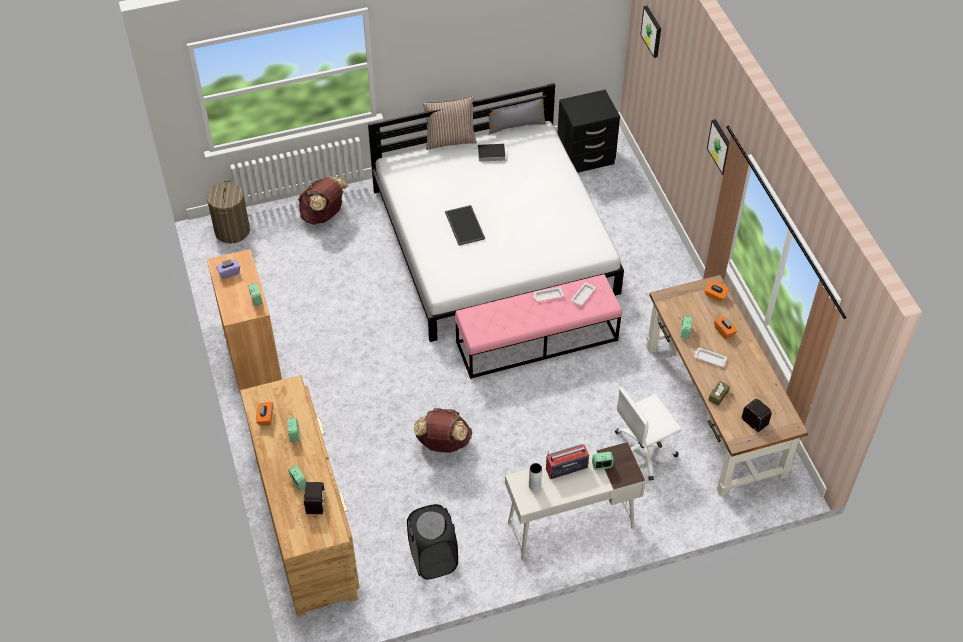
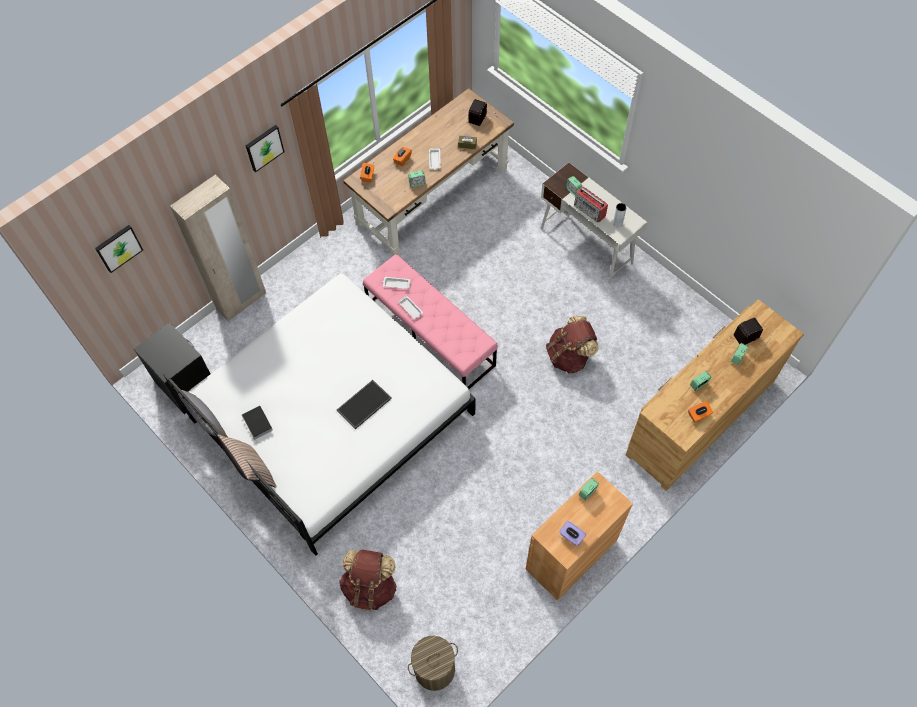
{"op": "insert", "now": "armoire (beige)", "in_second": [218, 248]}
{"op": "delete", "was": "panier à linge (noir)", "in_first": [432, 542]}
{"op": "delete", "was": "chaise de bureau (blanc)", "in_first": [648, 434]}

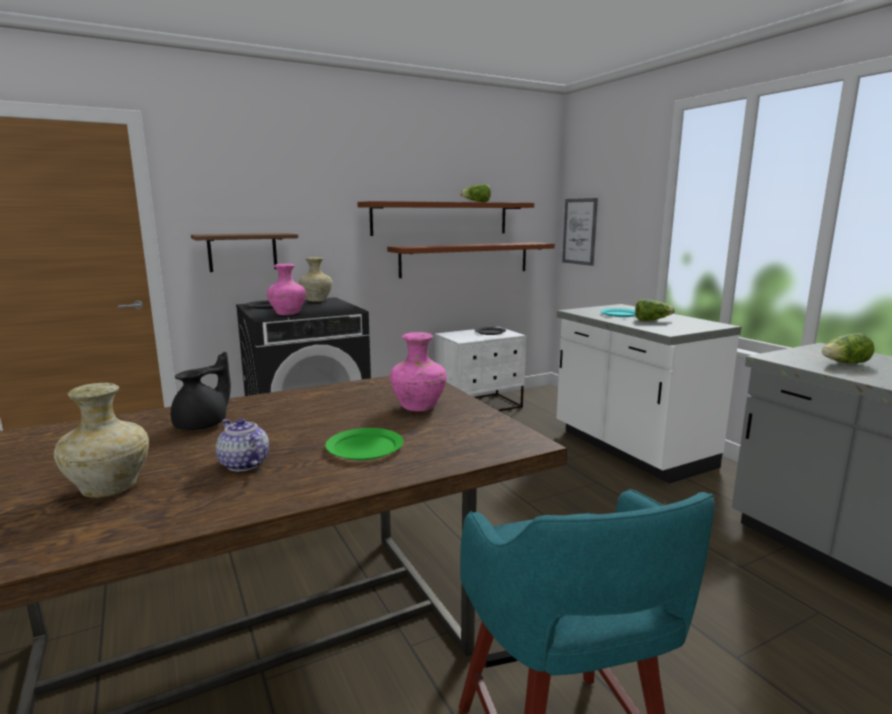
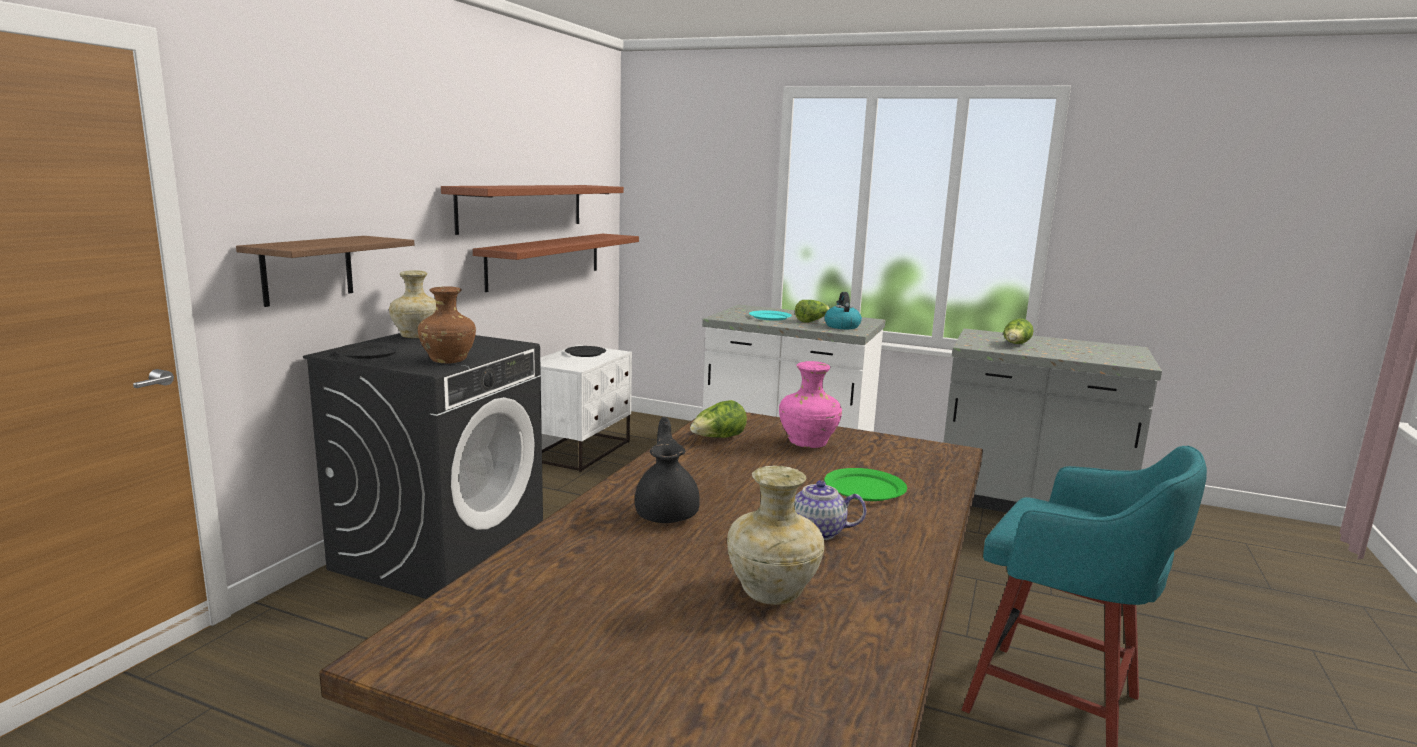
{"op": "recolor", "was": "vase (rose)", "now": "vase (marron)", "in_first": [286, 289], "in_second": [447, 325]}
{"op": "move", "was": "laitue", "in_first": [475, 193], "in_second": [718, 419]}
{"op": "insert", "now": "bouilloire", "in_second": [843, 310]}
{"op": "delete", "was": "tableau", "in_first": [580, 232]}

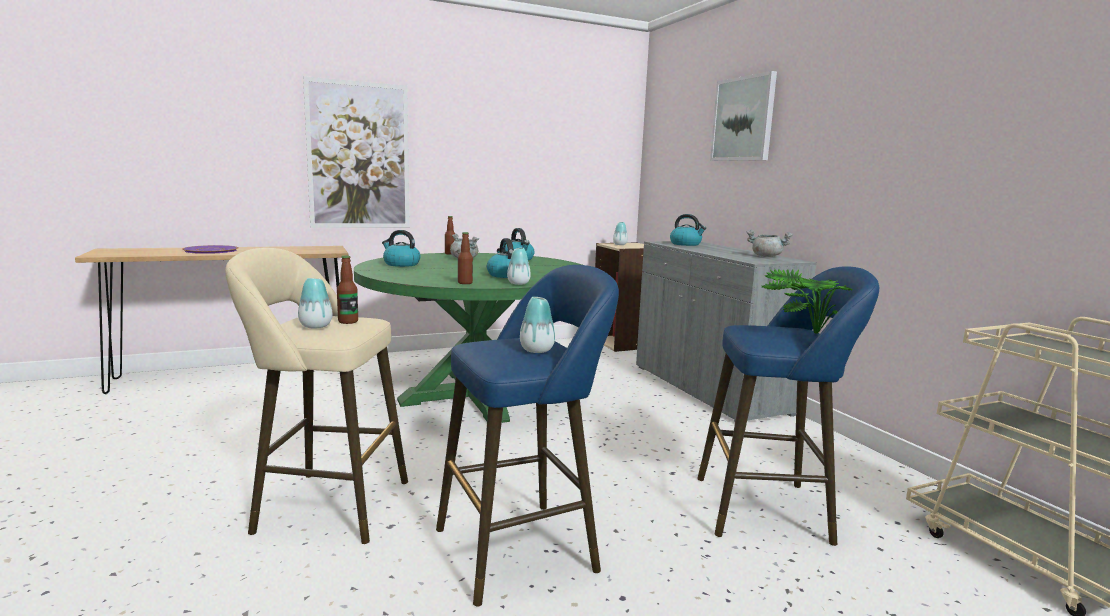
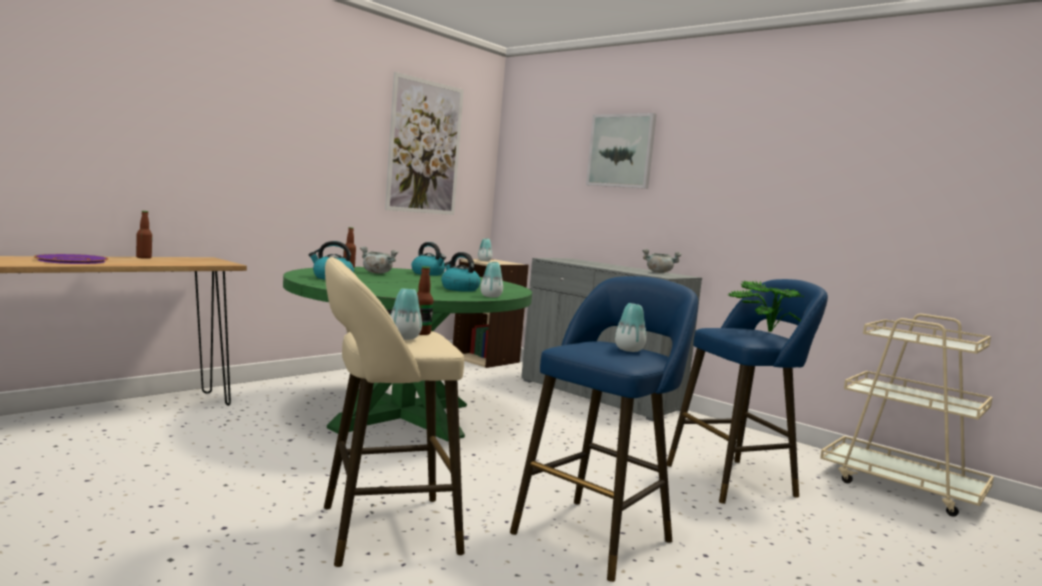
{"op": "move", "was": "bouteille", "in_first": [465, 258], "in_second": [144, 235]}
{"op": "move", "was": "tableau", "in_first": [356, 152], "in_second": [424, 143]}
{"op": "delete", "was": "bouilloire", "in_first": [688, 230]}

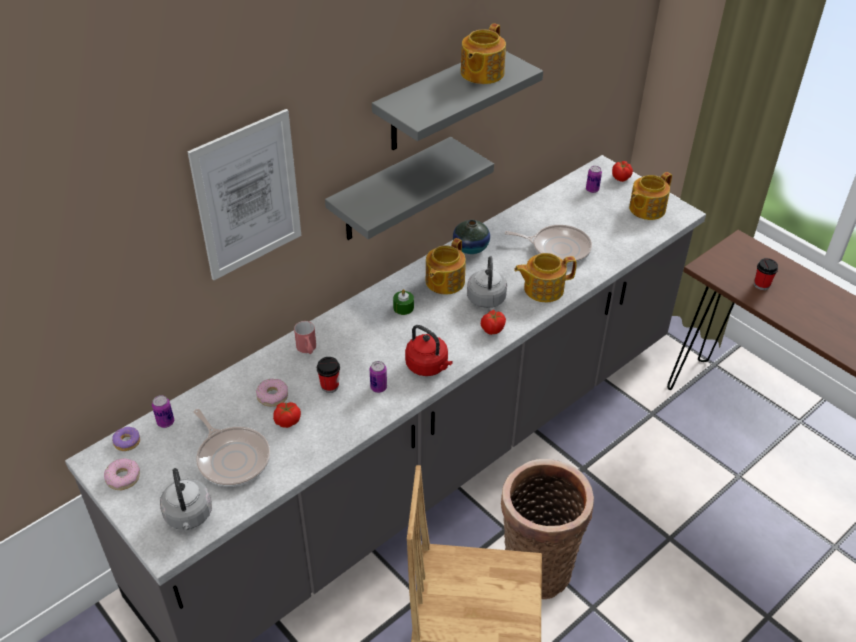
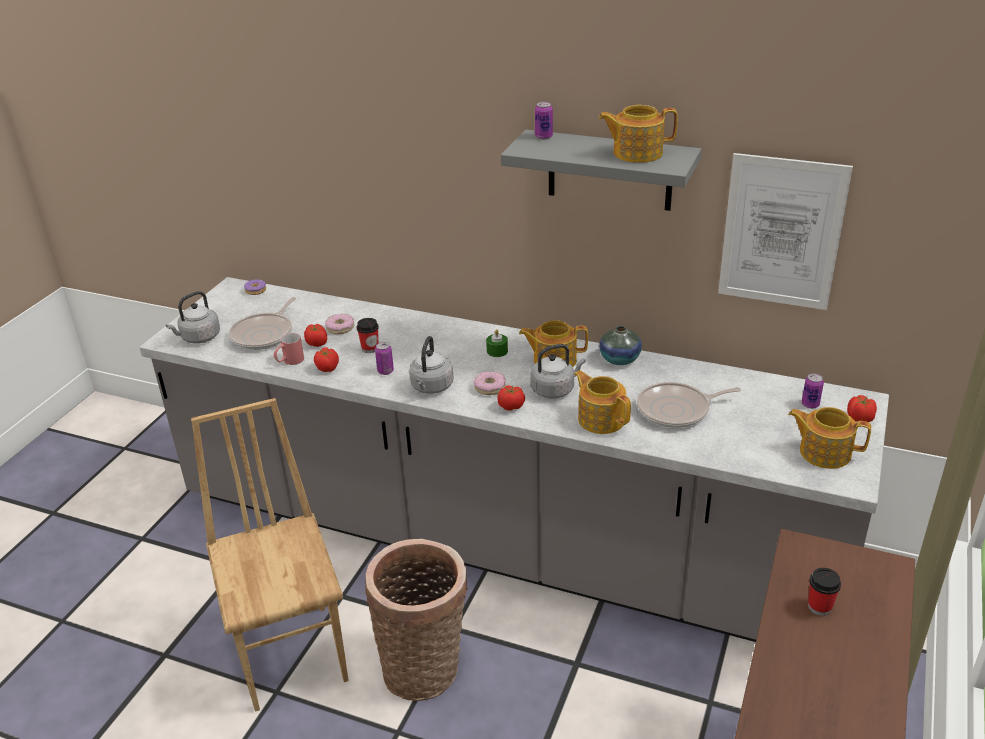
{"op": "move", "was": "mug (rouge)", "in_first": [305, 337], "in_second": [289, 349]}
{"op": "insert", "now": "tomate", "in_second": [326, 359]}
{"op": "recolor", "was": "bouilloire (rouge)", "now": "bouilloire (gris)", "in_first": [429, 350], "in_second": [431, 365]}
{"op": "move", "was": "beignet", "in_first": [122, 474], "in_second": [490, 383]}
{"op": "move", "was": "boîte métallique", "in_first": [163, 411], "in_second": [544, 120]}
{"op": "rotate", "was": "poêle", "in_first": [548, 245], "in_second": [689, 405], "clockwise": 90}
{"op": "move", "was": "tableau", "in_first": [244, 194], "in_second": [785, 231]}
{"op": "delete", "was": "étagère (gris)", "in_first": [409, 188]}

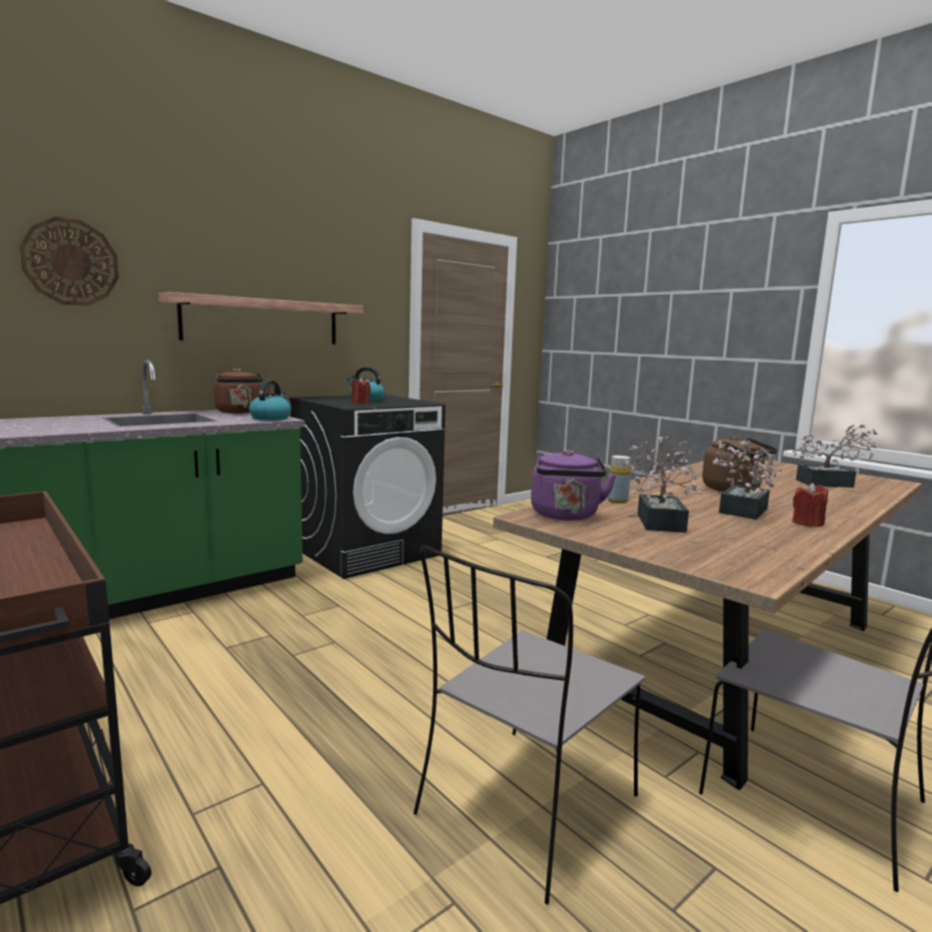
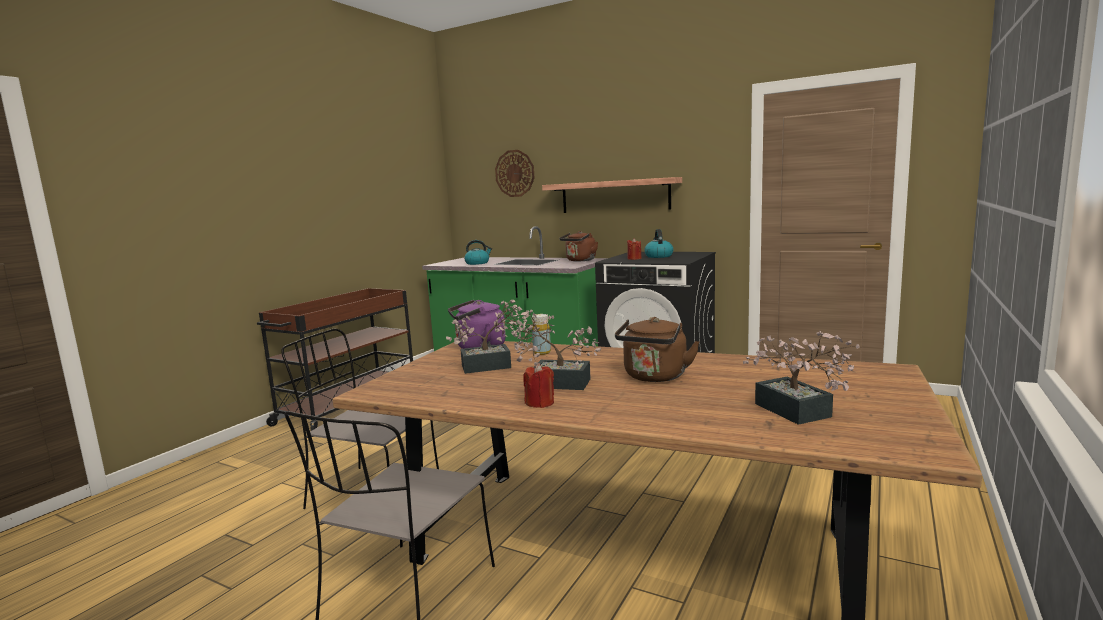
{"op": "move", "was": "bouilloire", "in_first": [270, 400], "in_second": [478, 252]}

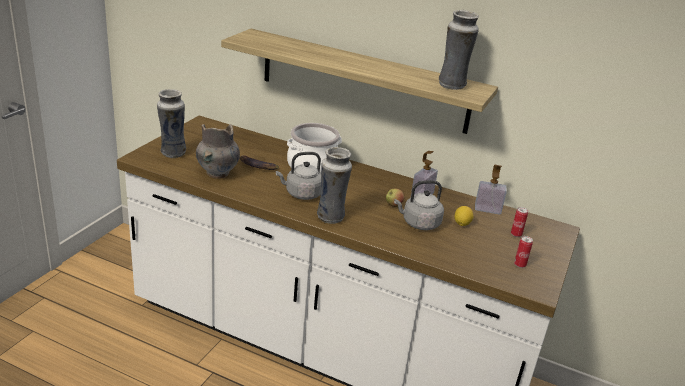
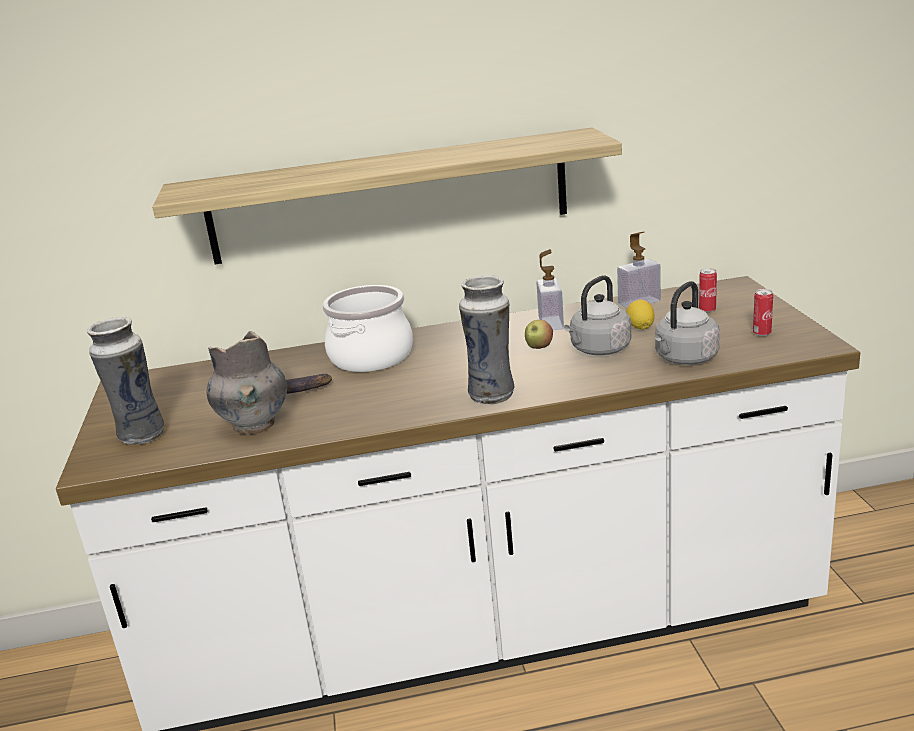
{"op": "move", "was": "bouilloire (gris)", "in_first": [298, 176], "in_second": [687, 323]}
{"op": "delete", "was": "vase", "in_first": [459, 50]}

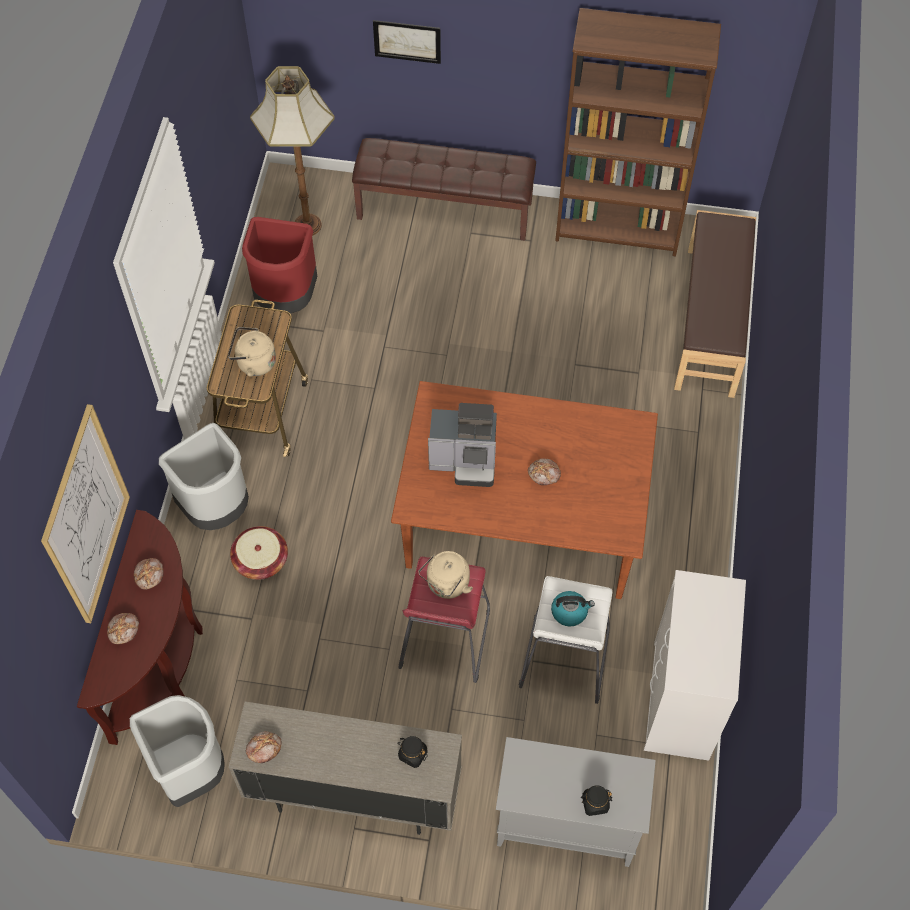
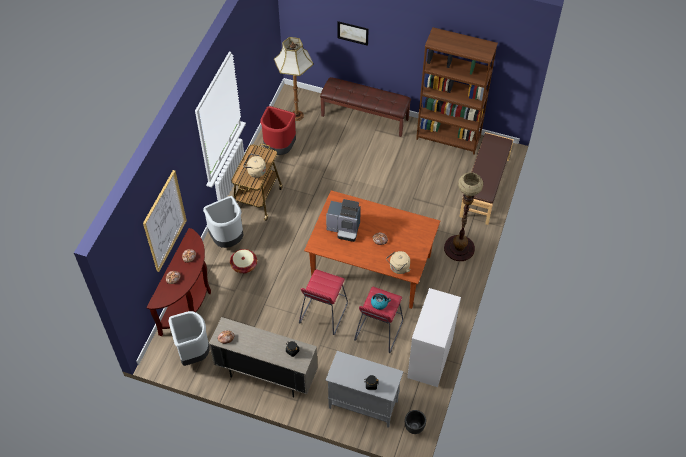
{"op": "recolor", "was": "tabouret (blanc)", "now": "tabouret (rouge)", "in_first": [565, 640], "in_second": [378, 320]}
{"op": "move", "was": "bouilloire (beige)", "in_first": [445, 575], "in_second": [398, 262]}
{"op": "insert", "now": "cache-pot (noir)", "in_second": [415, 422]}
{"op": "insert", "now": "lampadaire", "in_second": [463, 216]}

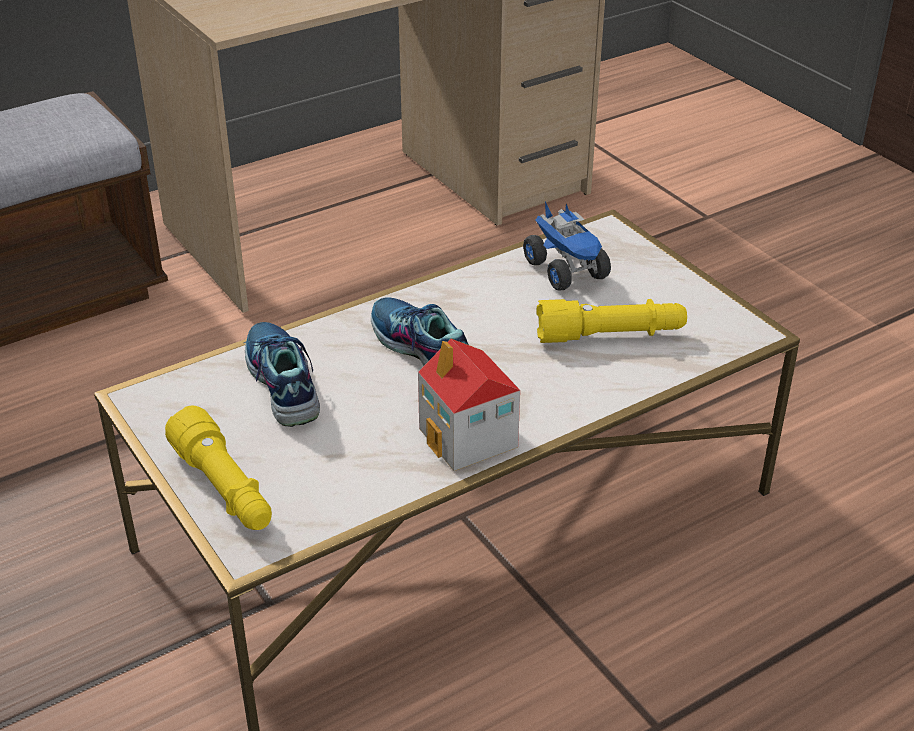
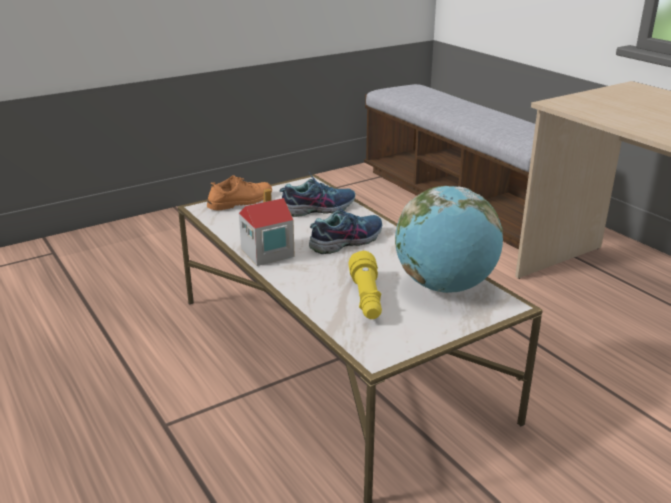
{"op": "replace", "was": "lampe de poche (jaune)", "now": "chaussure (orange)", "in_first": [218, 468], "in_second": [239, 192]}
{"op": "replace", "was": "camion jouet", "now": "globe", "in_first": [567, 246], "in_second": [449, 239]}

